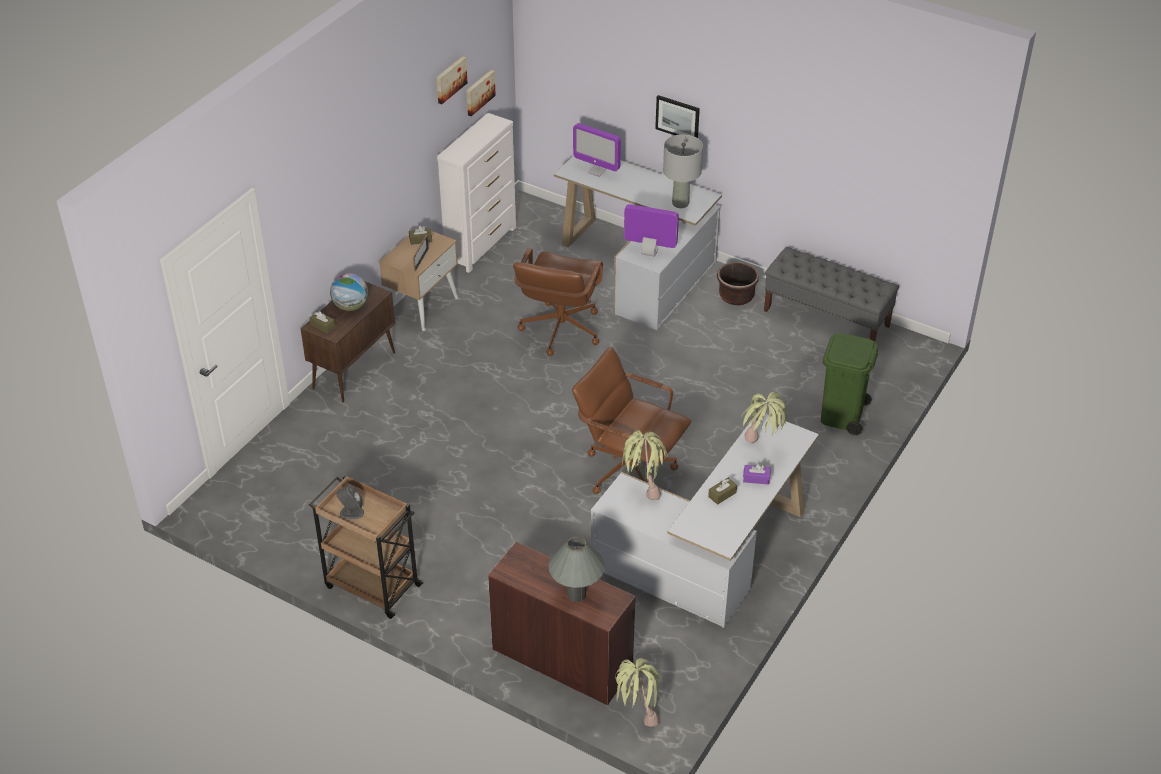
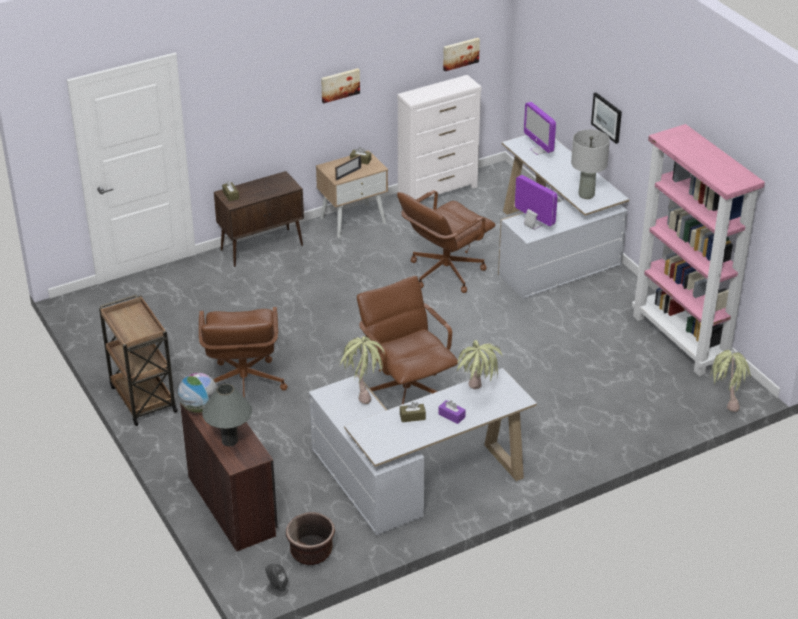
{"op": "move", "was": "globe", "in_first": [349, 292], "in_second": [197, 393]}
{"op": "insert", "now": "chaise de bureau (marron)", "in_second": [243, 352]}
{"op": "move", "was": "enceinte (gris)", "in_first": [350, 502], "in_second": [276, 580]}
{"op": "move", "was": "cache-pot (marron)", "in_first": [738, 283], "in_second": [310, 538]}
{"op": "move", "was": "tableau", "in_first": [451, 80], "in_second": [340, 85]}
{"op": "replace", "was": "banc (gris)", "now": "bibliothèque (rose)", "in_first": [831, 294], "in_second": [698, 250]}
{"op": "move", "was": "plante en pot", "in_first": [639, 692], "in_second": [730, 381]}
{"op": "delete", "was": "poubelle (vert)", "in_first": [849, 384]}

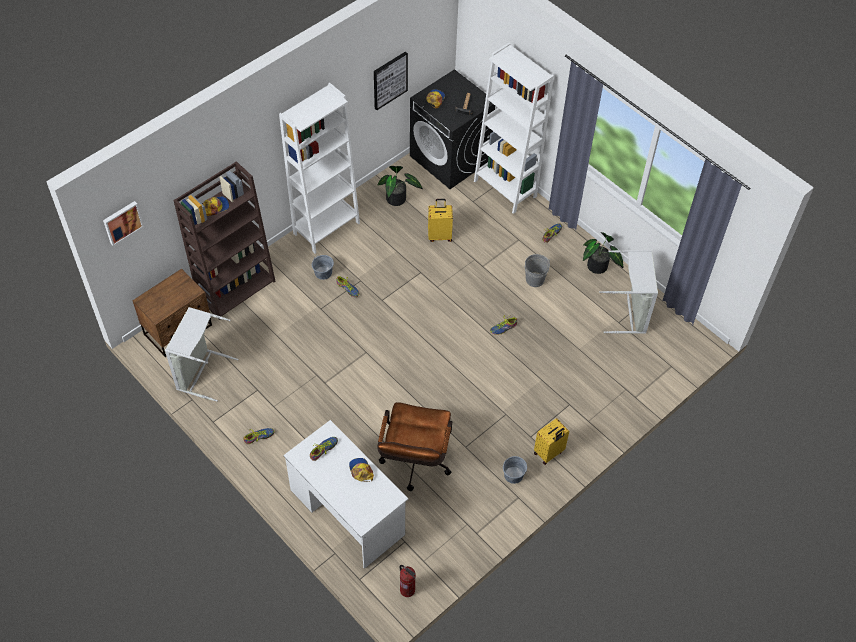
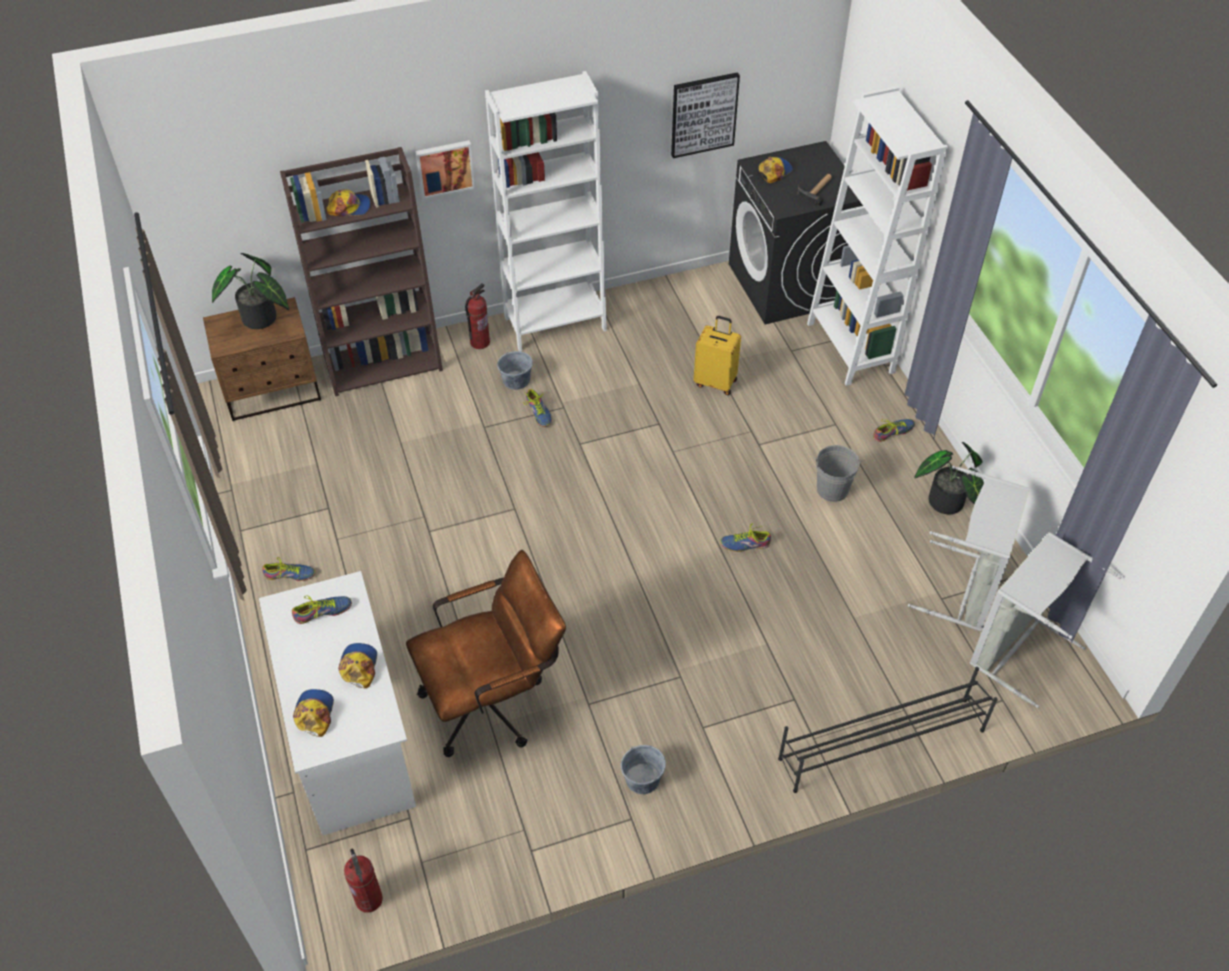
{"op": "move", "was": "plante en pot", "in_first": [400, 186], "in_second": [250, 291]}
{"op": "insert", "now": "casquette", "in_second": [313, 713]}
{"op": "rotate", "was": "chaise de bureau (marron)", "in_first": [415, 446], "in_second": [486, 653], "clockwise": -150}
{"op": "move", "was": "tableau", "in_first": [123, 223], "in_second": [445, 169]}
{"op": "insert", "now": "extincteur", "in_second": [477, 316]}
{"op": "insert", "now": "étagère à chaussures (noir)", "in_second": [888, 730]}
{"op": "move", "was": "panier à linge (gris)", "in_first": [202, 354], "in_second": [1046, 620]}
{"op": "delete", "was": "valise (jaune)", "in_first": [551, 441]}

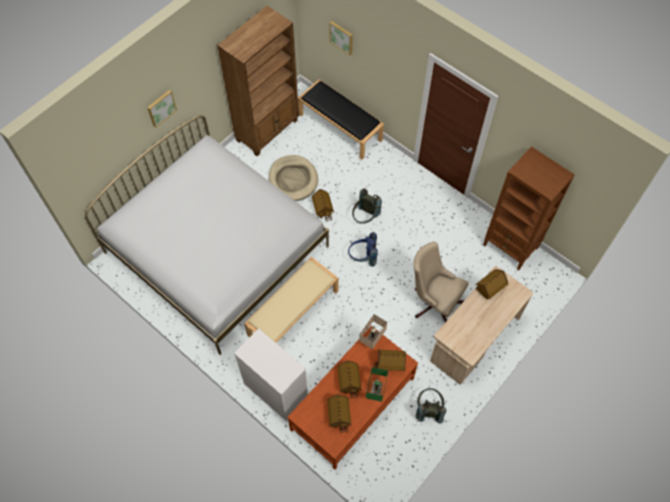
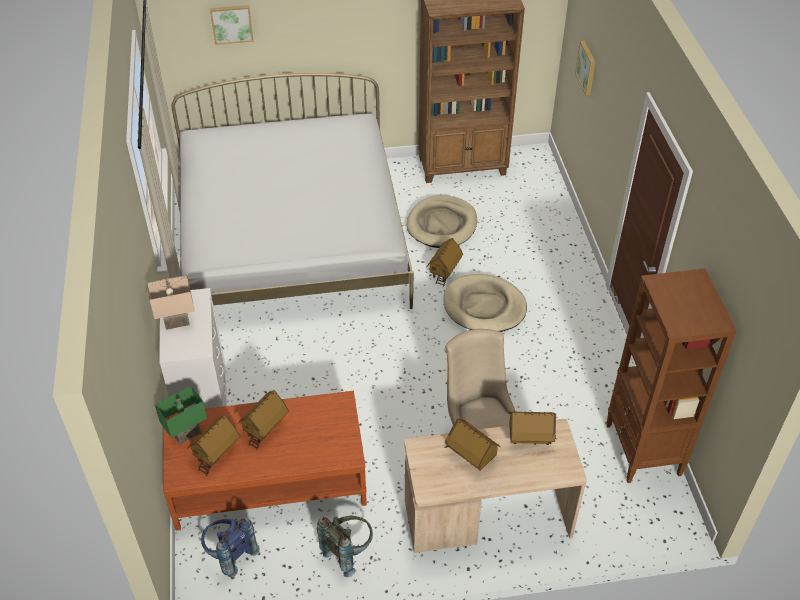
{"op": "move", "was": "lampe de table (beige)", "in_first": [373, 331], "in_second": [170, 302]}
{"op": "move", "was": "lampe de table (vert)", "in_first": [377, 384], "in_second": [181, 415]}
{"op": "move", "was": "sac à dos (bleu)", "in_first": [363, 249], "in_second": [230, 547]}
{"op": "move", "was": "tableau", "in_first": [162, 108], "in_second": [232, 25]}
{"op": "replace", "was": "sac à dos (gris)", "now": "panier pour chien (beige)", "in_first": [367, 206], "in_second": [485, 303]}
{"op": "move", "was": "maison miniature", "in_first": [390, 360], "in_second": [472, 445]}
{"op": "delete", "was": "banc (beige)", "in_first": [291, 300]}
{"op": "delete", "was": "banc (noir)", "in_first": [341, 119]}

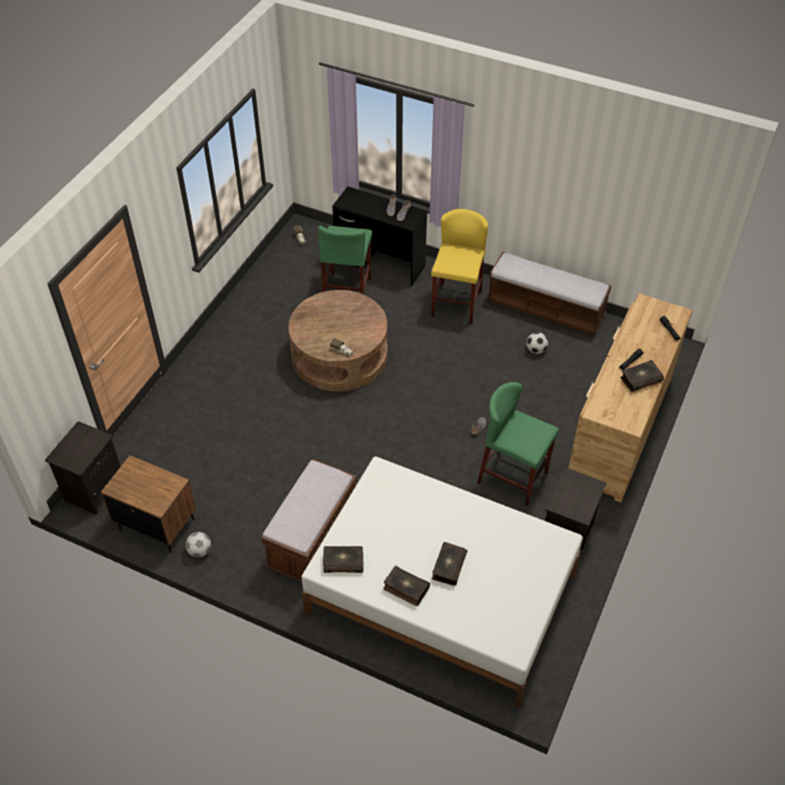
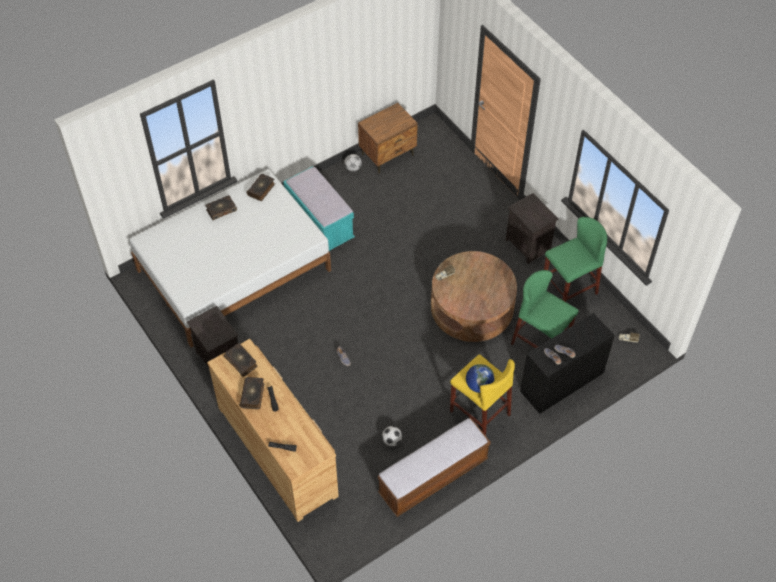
{"op": "move", "was": "livre", "in_first": [449, 564], "in_second": [241, 360]}
{"op": "recolor", "was": "banc (marron)", "now": "banc (turquoise)", "in_first": [309, 520], "in_second": [319, 208]}
{"op": "insert", "now": "globe", "in_second": [480, 378]}
{"op": "move", "was": "table de chevet (noir)", "in_first": [83, 468], "in_second": [532, 228]}
{"op": "move", "was": "tabouret (vert)", "in_first": [518, 444], "in_second": [575, 259]}

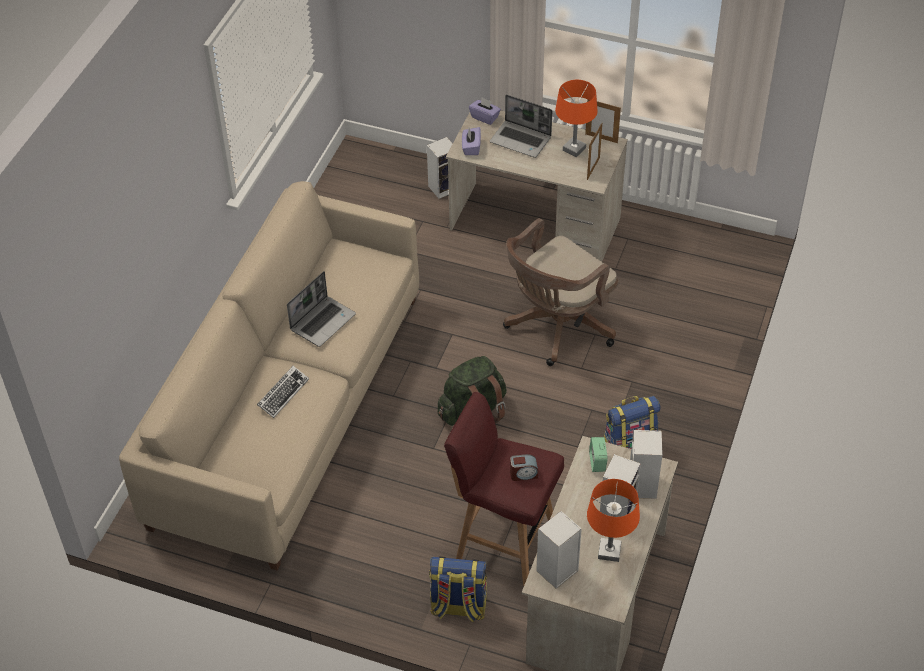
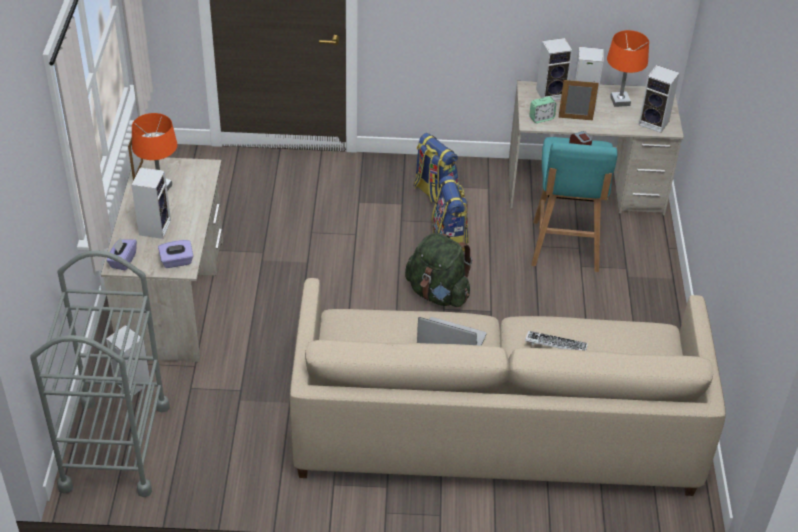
{"op": "insert", "now": "chariot (gris)", "in_second": [100, 373]}
{"op": "replace", "was": "ordinateur portable", "now": "enceinte", "in_first": [521, 126], "in_second": [151, 203]}
{"op": "move", "was": "sac à dos", "in_first": [458, 589], "in_second": [450, 214]}
{"op": "recolor", "was": "tabouret (rouge)", "now": "tabouret (turquoise)", "in_first": [504, 489], "in_second": [574, 204]}
{"op": "move", "was": "cadre photo", "in_first": [594, 151], "in_second": [578, 99]}
{"op": "delete", "was": "chaise de bureau (marron)", "in_first": [561, 292]}

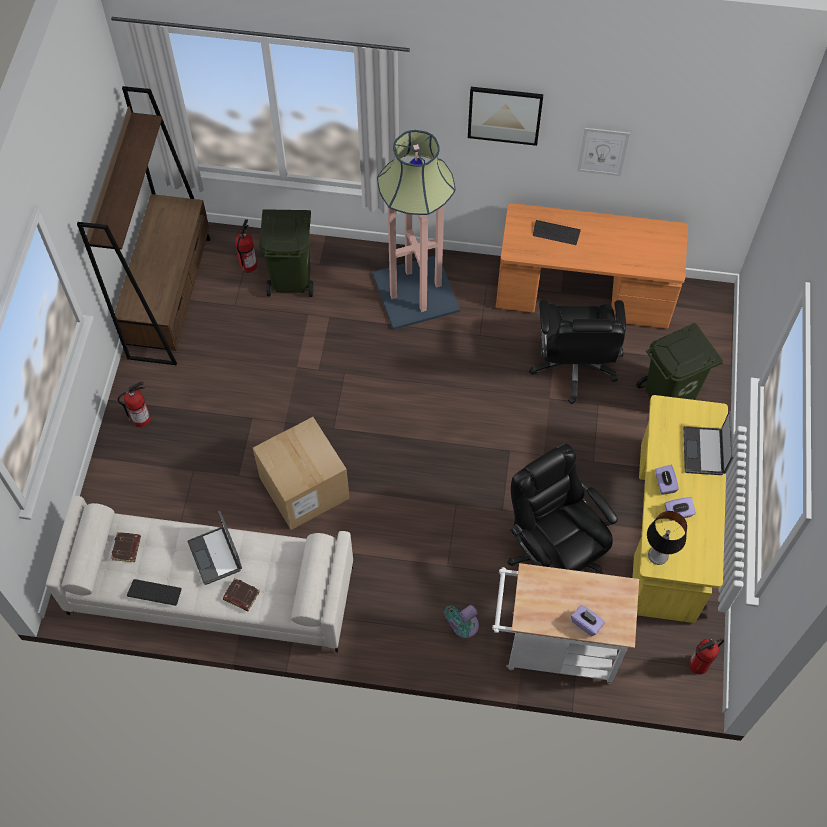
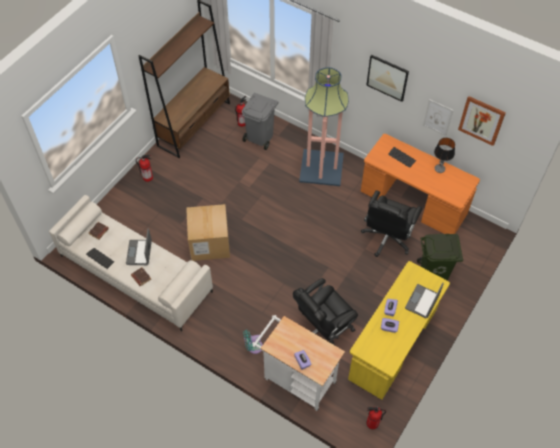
{"op": "recolor", "was": "poubelle (vert)", "now": "poubelle (gris)", "in_first": [286, 253], "in_second": [260, 121]}
{"op": "rotate", "was": "chaise de bureau (noir)", "in_first": [562, 508], "in_second": [325, 311], "clockwise": -120}
{"op": "move", "was": "lampe de table", "in_first": [667, 538], "in_second": [444, 155]}
{"op": "insert", "now": "tableau", "in_second": [482, 121]}

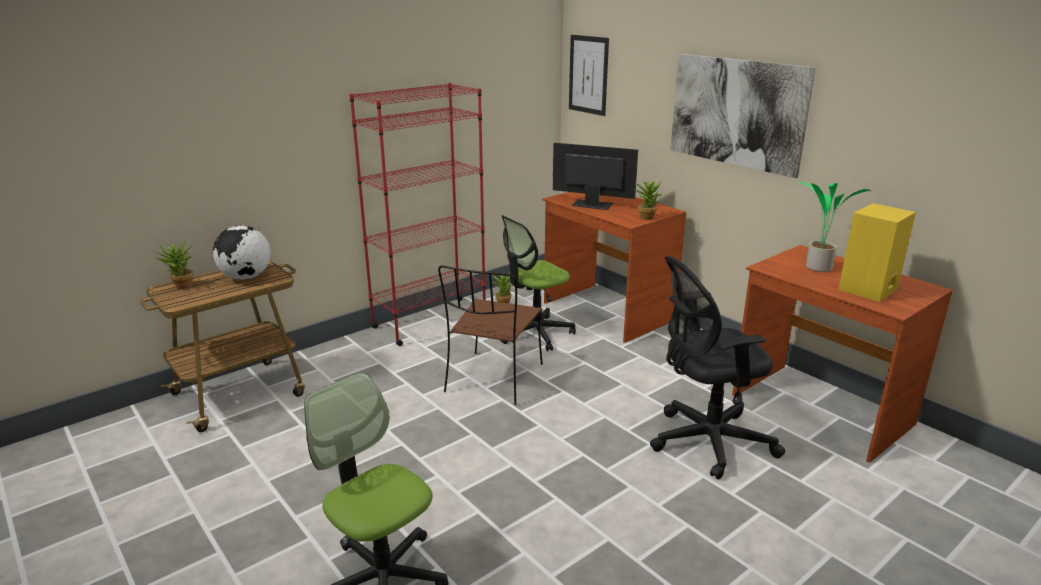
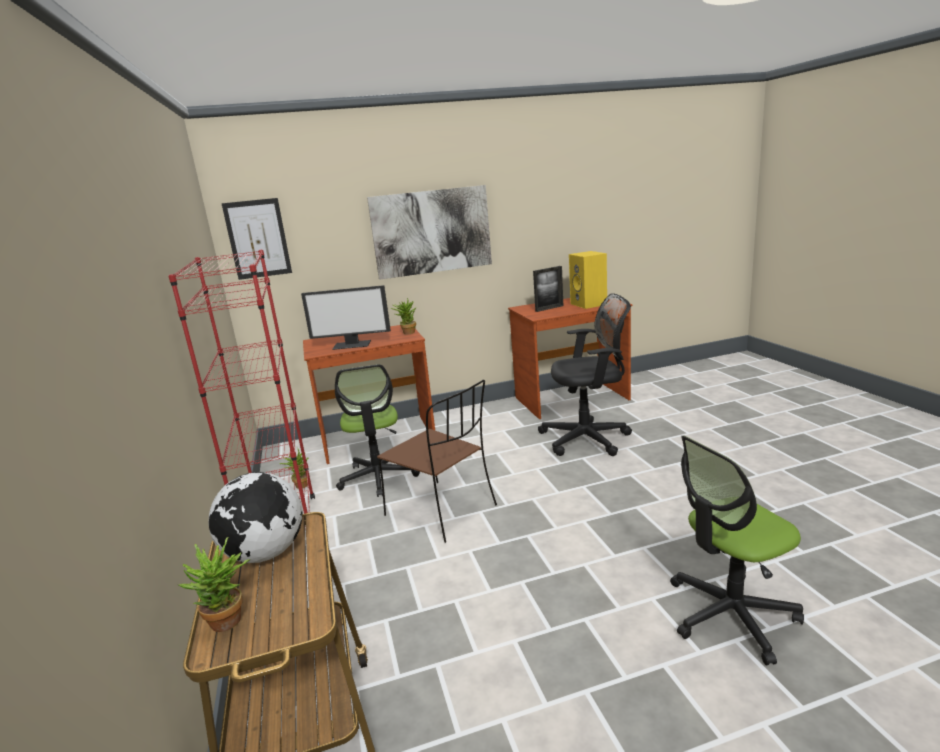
{"op": "rotate", "was": "écran d'ordinateur", "in_first": [595, 176], "in_second": [346, 317], "clockwise": -135}
{"op": "replace", "was": "plante en pot", "now": "cadre photo", "in_first": [834, 227], "in_second": [548, 289]}
{"op": "rotate", "was": "chaise de bureau (noir)", "in_first": [717, 368], "in_second": [585, 374], "clockwise": -105}

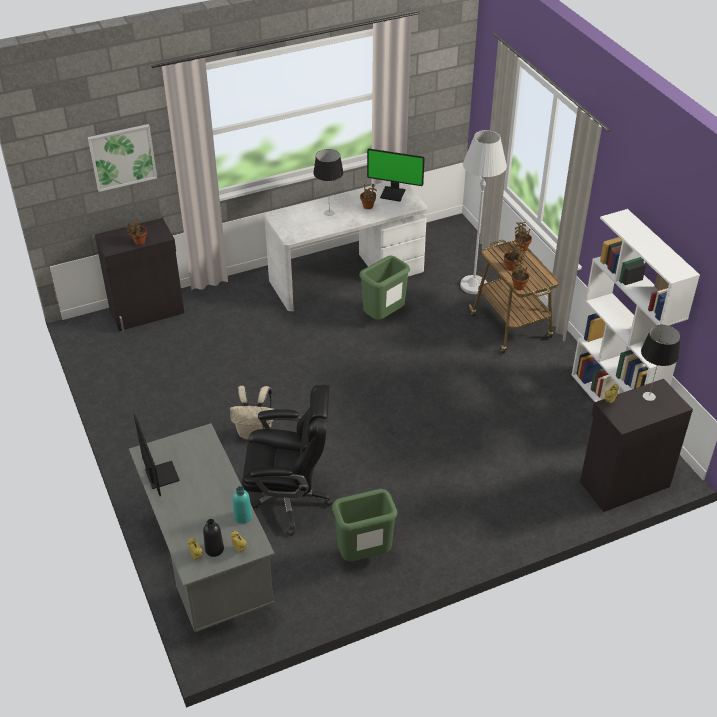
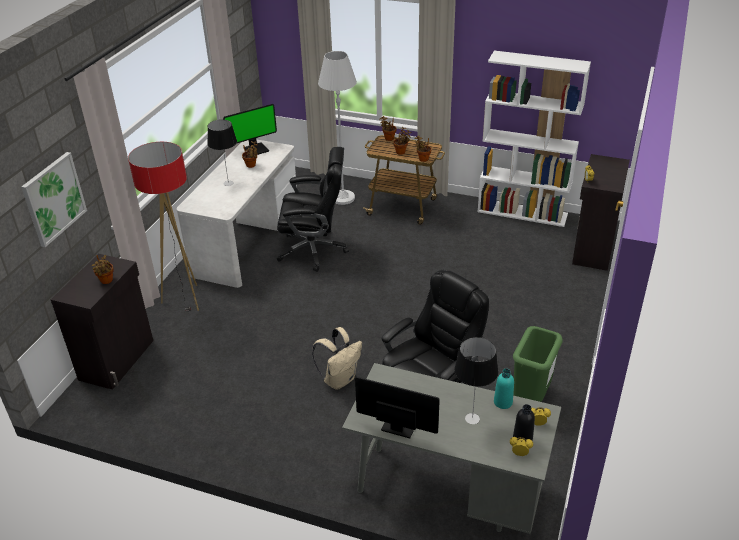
{"op": "insert", "now": "lampadaire", "in_second": [163, 226]}
{"op": "replace", "was": "poubelle (vert)", "now": "chaise de bureau (noir)", "in_first": [384, 288], "in_second": [313, 209]}
{"op": "move", "was": "lampe de table", "in_first": [660, 363], "in_second": [476, 380]}

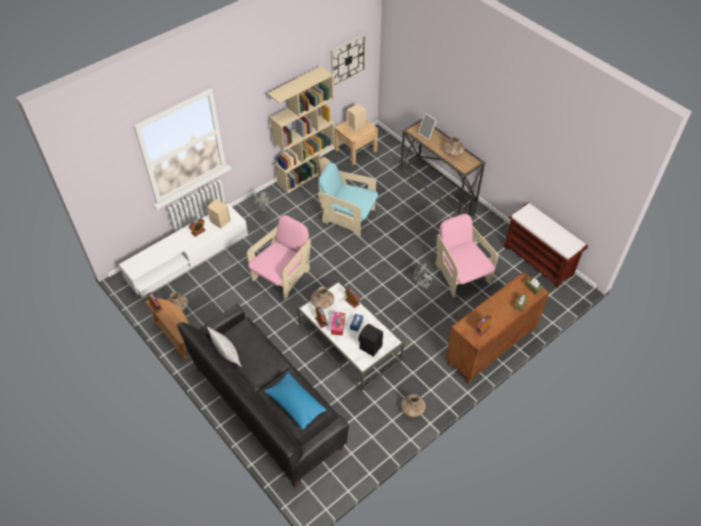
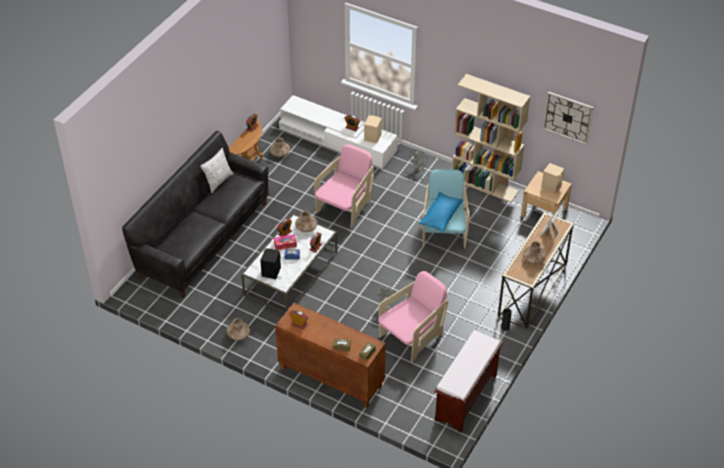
{"op": "rotate", "was": "fauteuil (rose)", "in_first": [279, 257], "in_second": [344, 186], "clockwise": -75}
{"op": "move", "was": "coussin (bleu)", "in_first": [296, 401], "in_second": [441, 212]}

